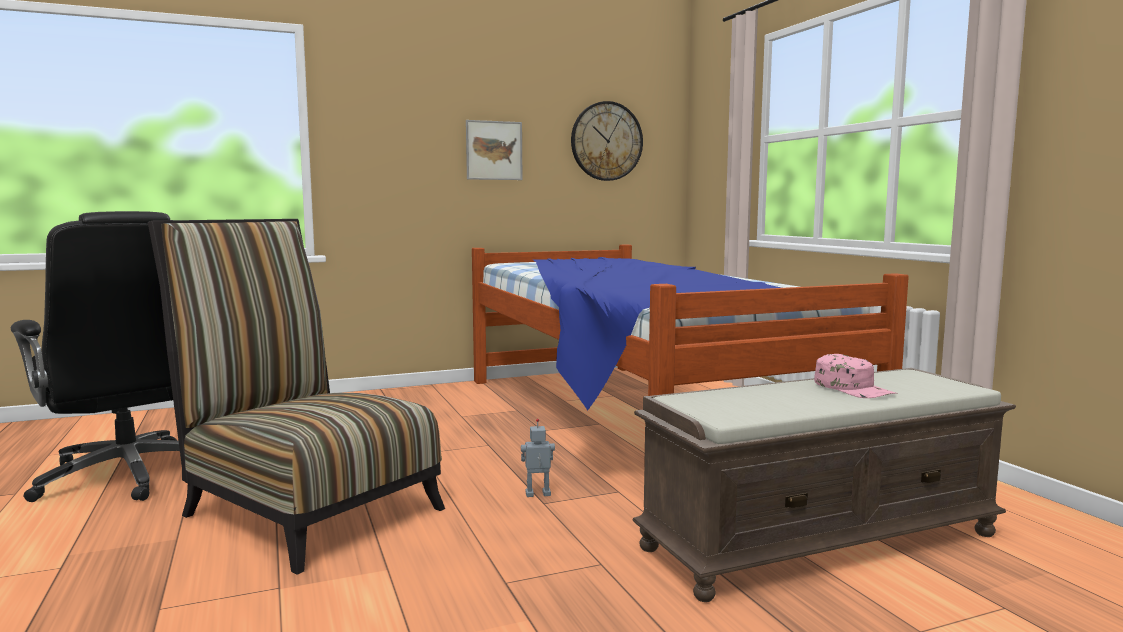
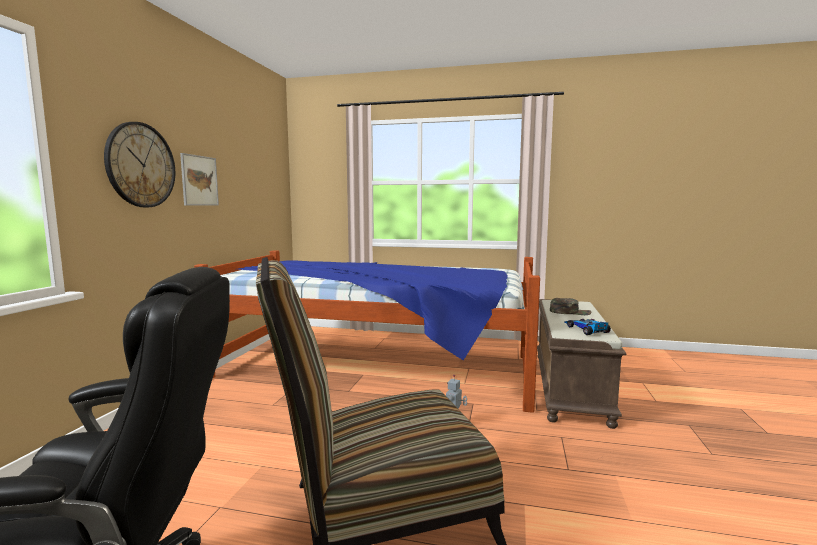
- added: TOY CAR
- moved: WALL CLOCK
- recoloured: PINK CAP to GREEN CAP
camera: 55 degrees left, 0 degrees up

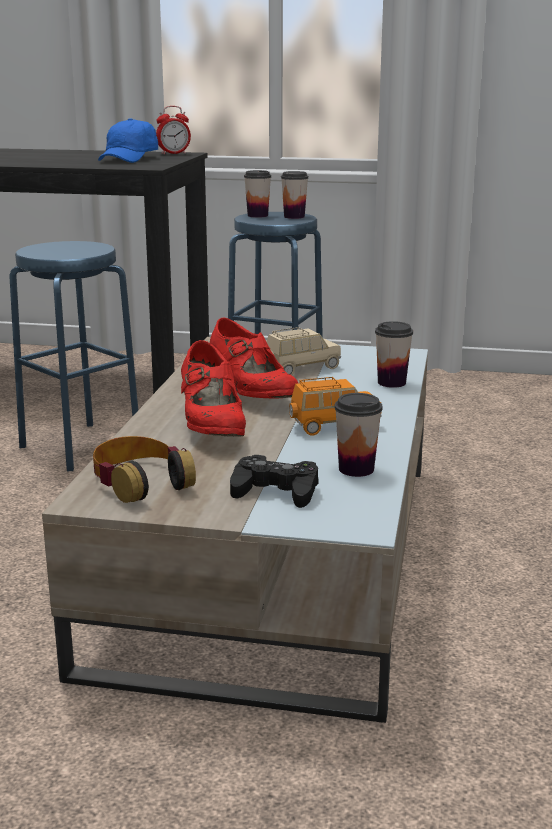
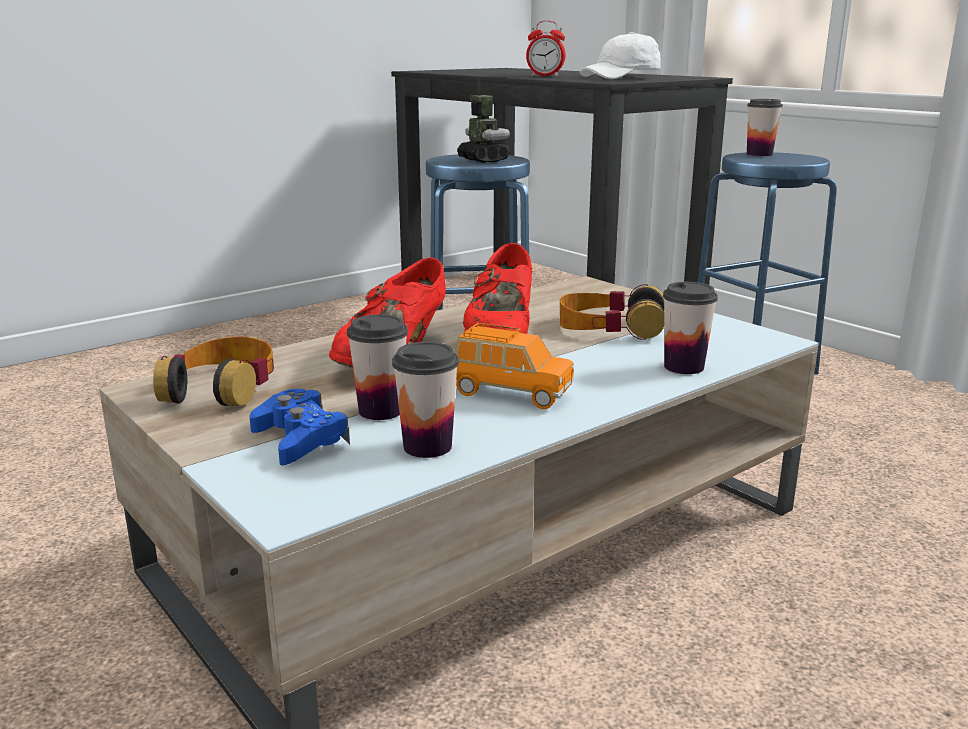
- added: TOY ROBOT
- moved: ALARM CLOCK
- moved: CUP (2nd from left in the first image) to CUP (1st from left)
- replaced: BEIGE TOY CAR to HEADPHONES (2nd from left)
- recoloured: BLUE CAP to WHITE CAP
- recoloured: BLACK GAME CONTROLLER to BLUE GAME CONTROLLER
camera: 40 degrees right, 0 degrees up

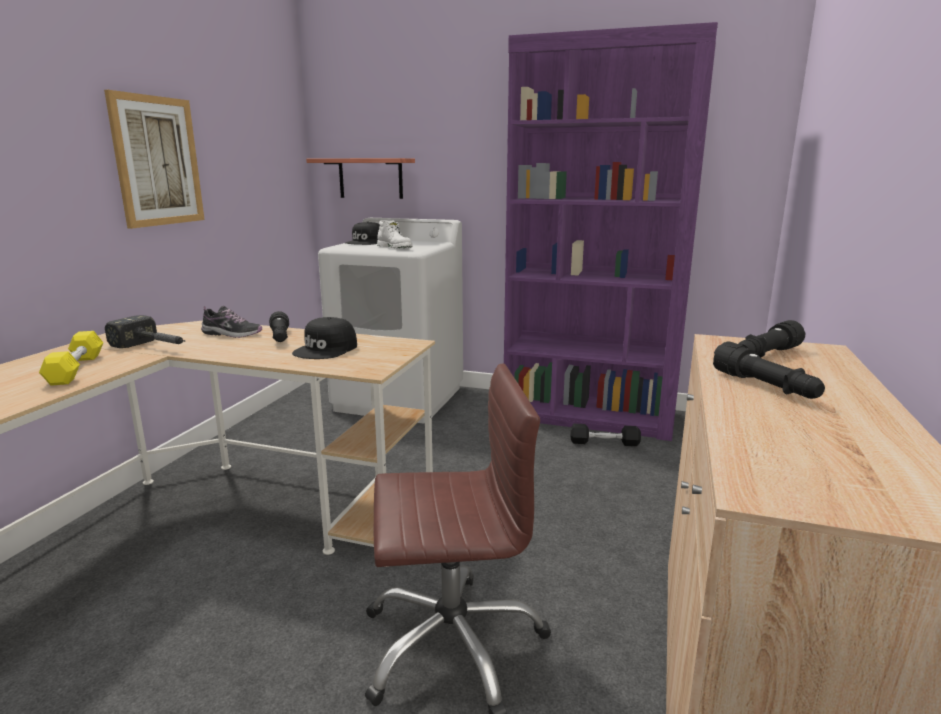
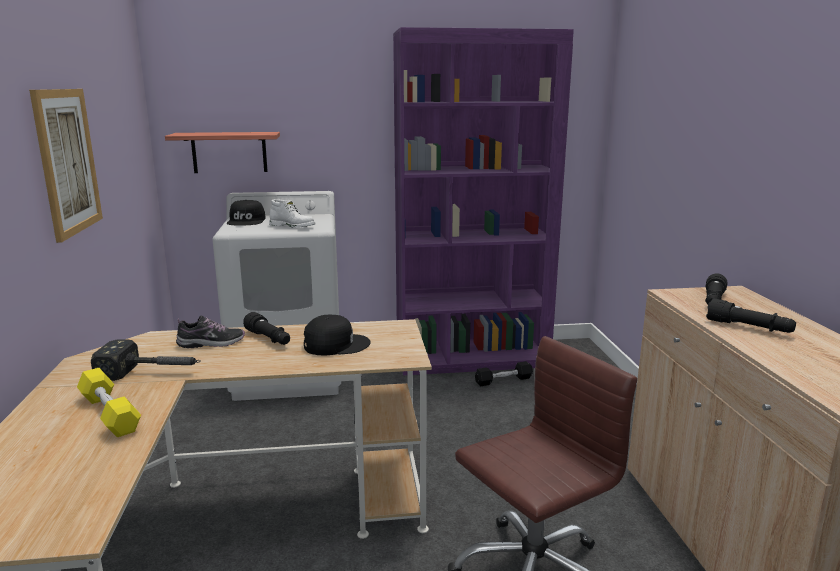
- turned: BLACK CAP (1st from left in the first image) 105 degrees counterclockwise
camera: 25 degrees left, 0 degrees up

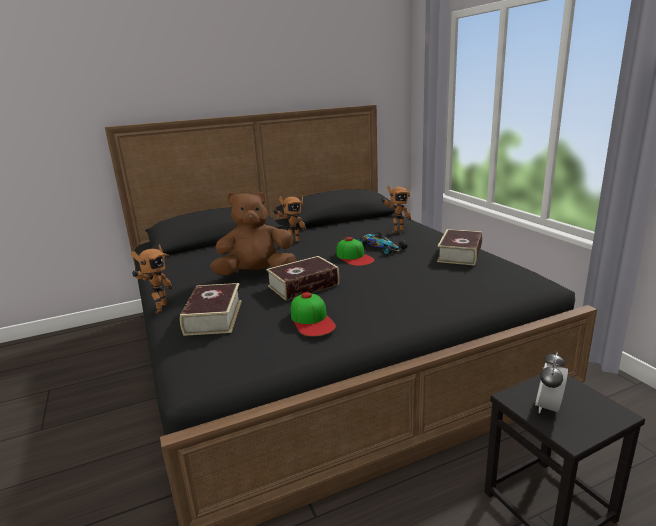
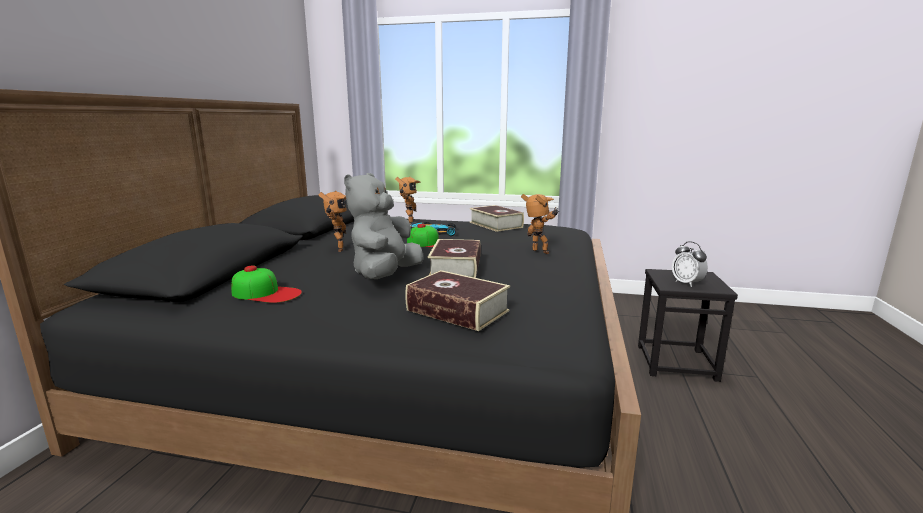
- moved: TOY ROBOT (1st from left in the first image) to TOY ROBOT (3rd from left)
- moved: CAP (1st from left)
- recoloured: BROWN PLUSH TOY to GREY PLUSH TOY
camera: 55 degrees left, 5 degrees down

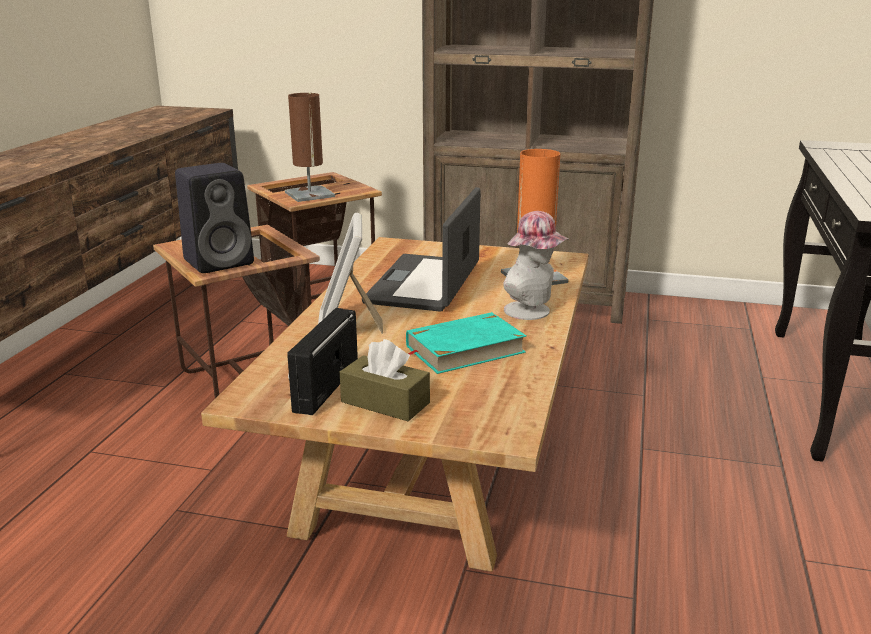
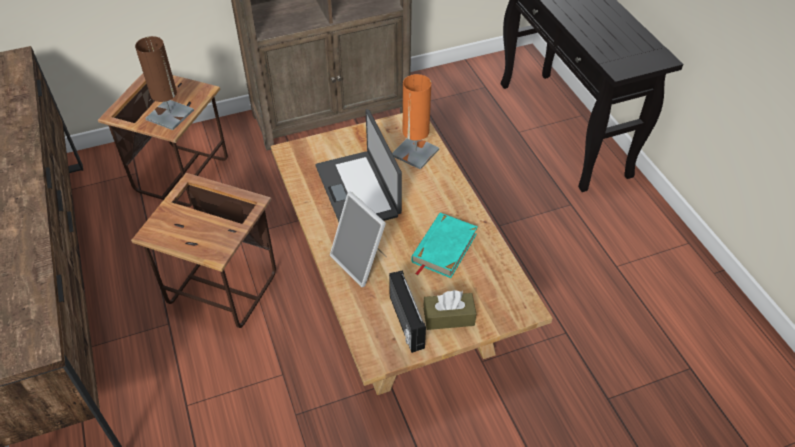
- removed: BLACK SPEAKER
- removed: HAT
camera: 35 degrees left, 25 degrees up

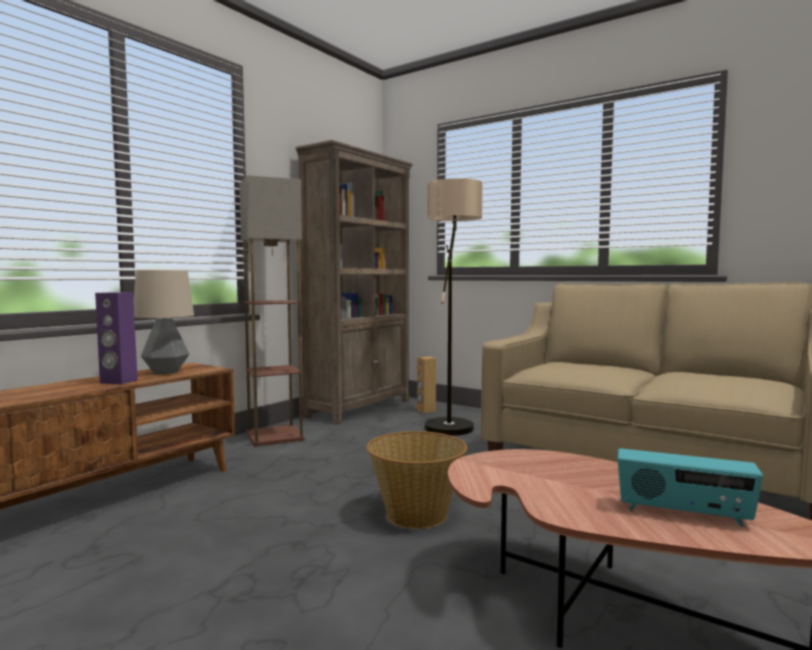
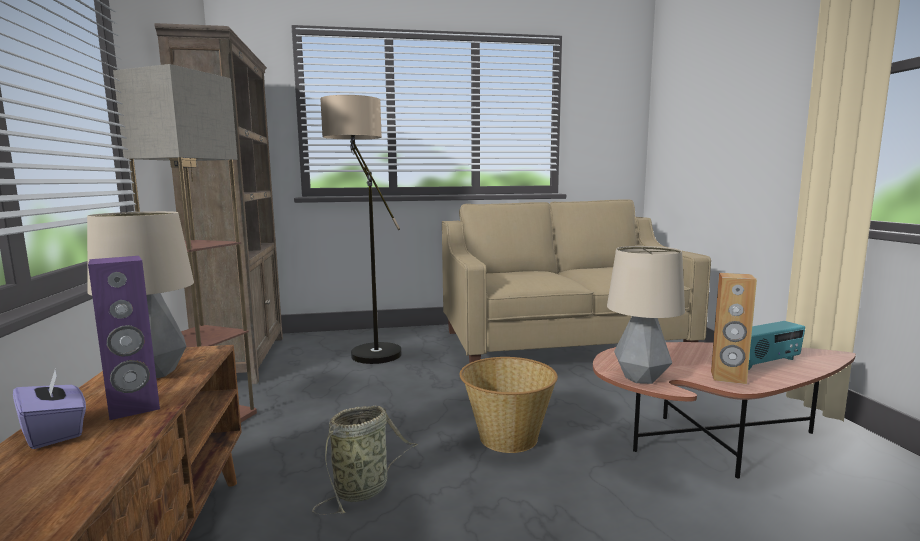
- added: PURPLE TISSUE BOX
- added: BASKET (1st from left)
- added: TABLE LAMP (2nd from left)
- moved: BROWN SPEAKER
camera: 45 degrees left, 5 degrees up

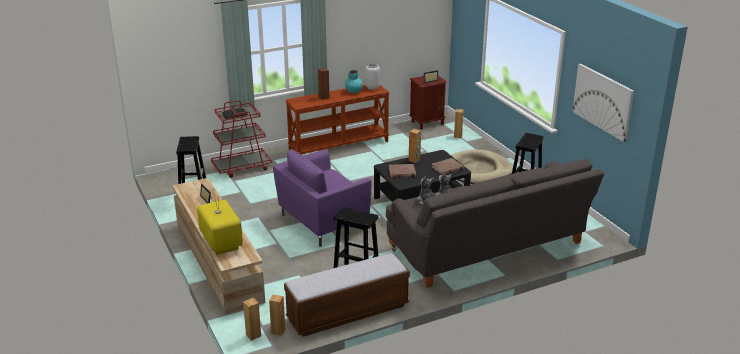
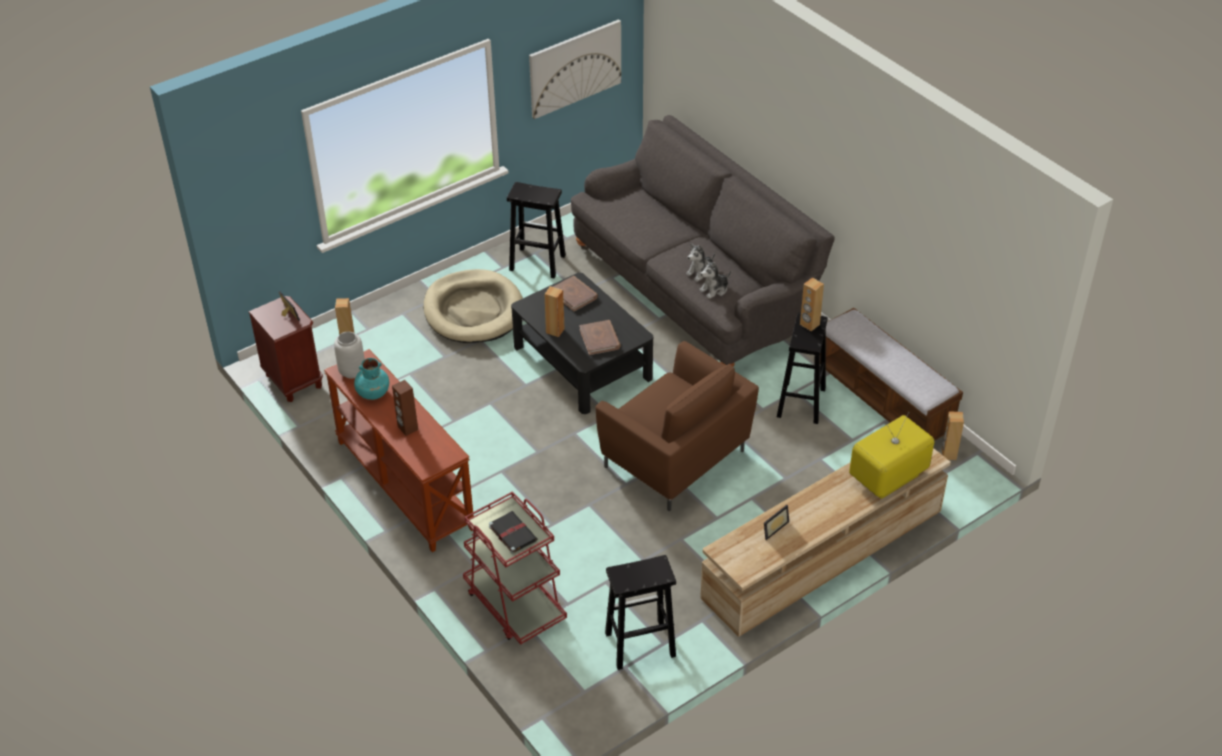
- moved: BROWN SPEAKER (1st from left in the first image) to BROWN SPEAKER (4th from left)
- recoloured: PURPLE ARMCHAIR to BROWN ARMCHAIR
camera: 100 degrees left, 15 degrees up

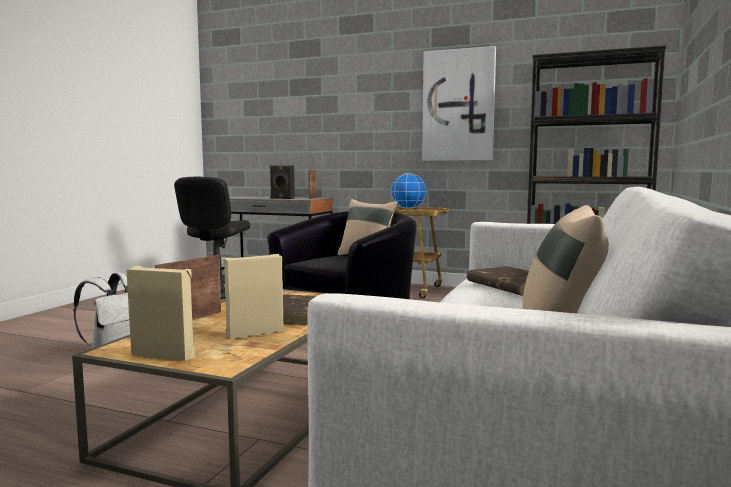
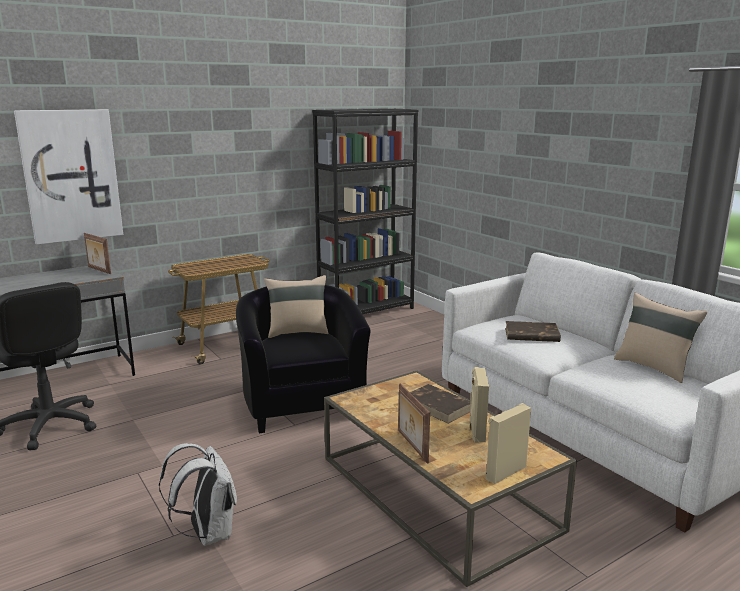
- removed: BLACK SPEAKER
- removed: GLOBE
- moved: PICTURE
camera: 55 degrees left, 10 degrees up

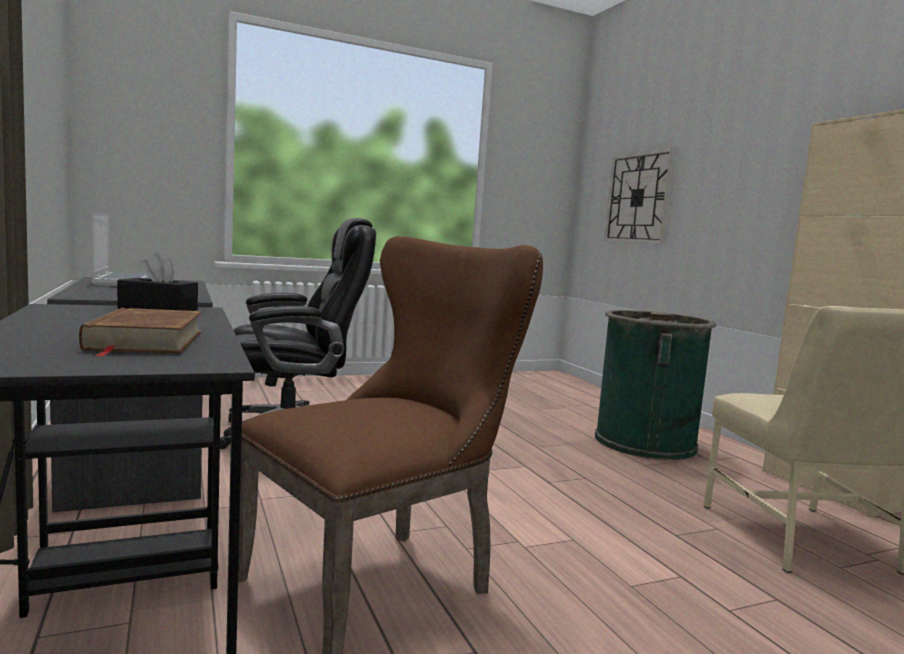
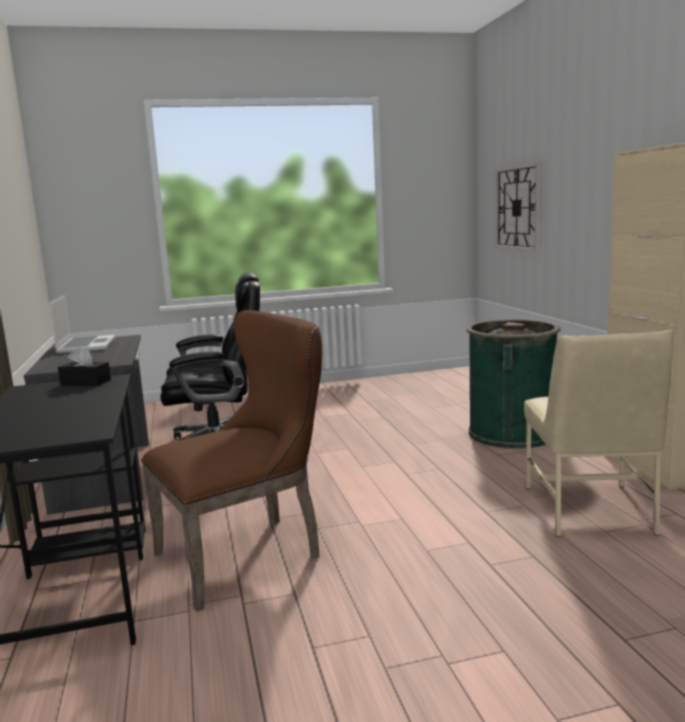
- removed: BROWN BOOK
camera: 10 degrees right, 5 degrees up

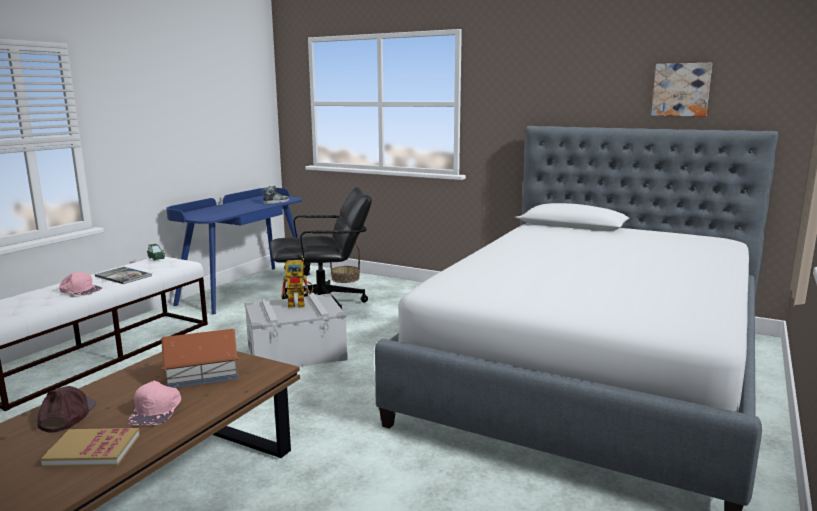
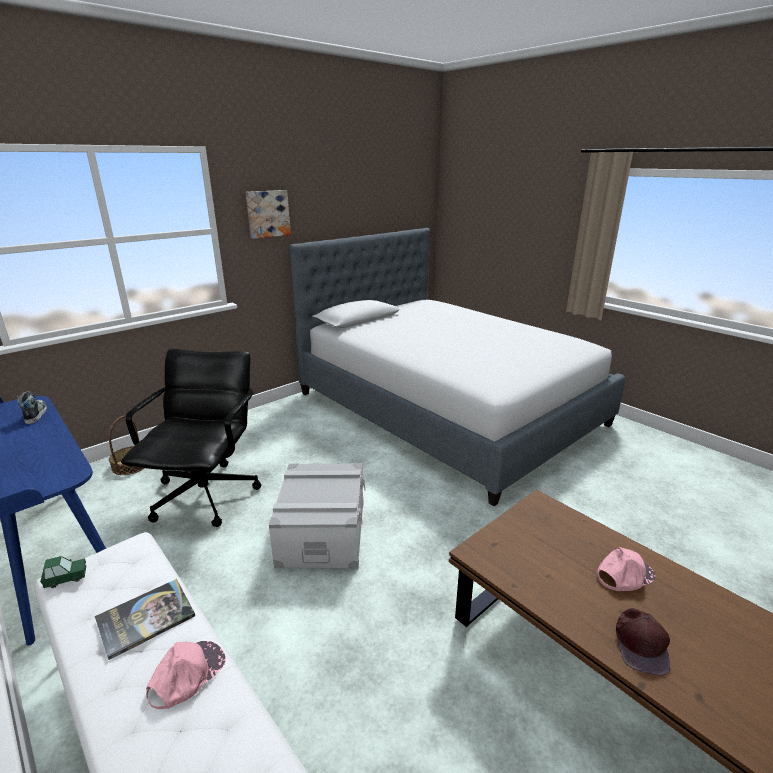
- removed: BOOK (1st from left)
- removed: TOY HOUSE
- removed: TOY ROBOT
- moved: PICTURE
- turned: BROWN CAP 90 degrees counterclockwise
- turned: PINK CAP (2nd from left) 45 degrees counterclockwise
camera: 70 degrees left, 10 degrees up

